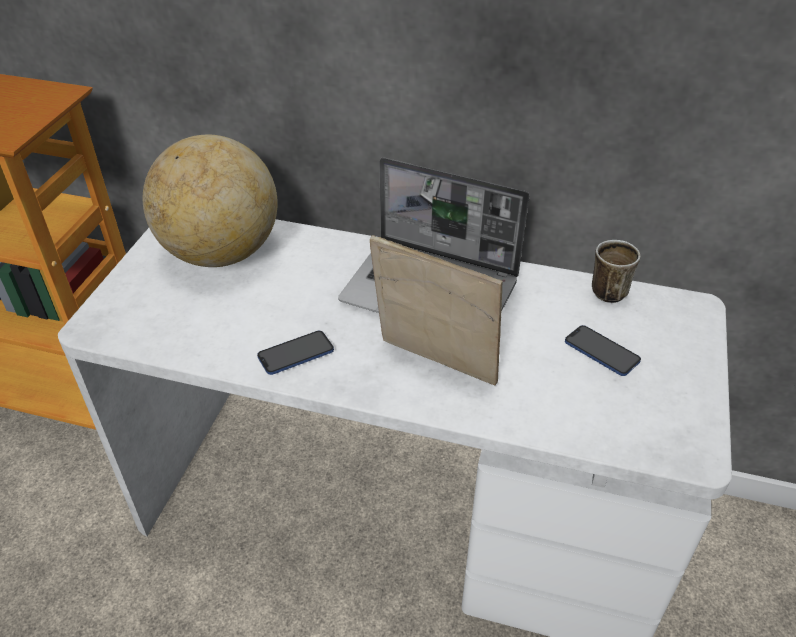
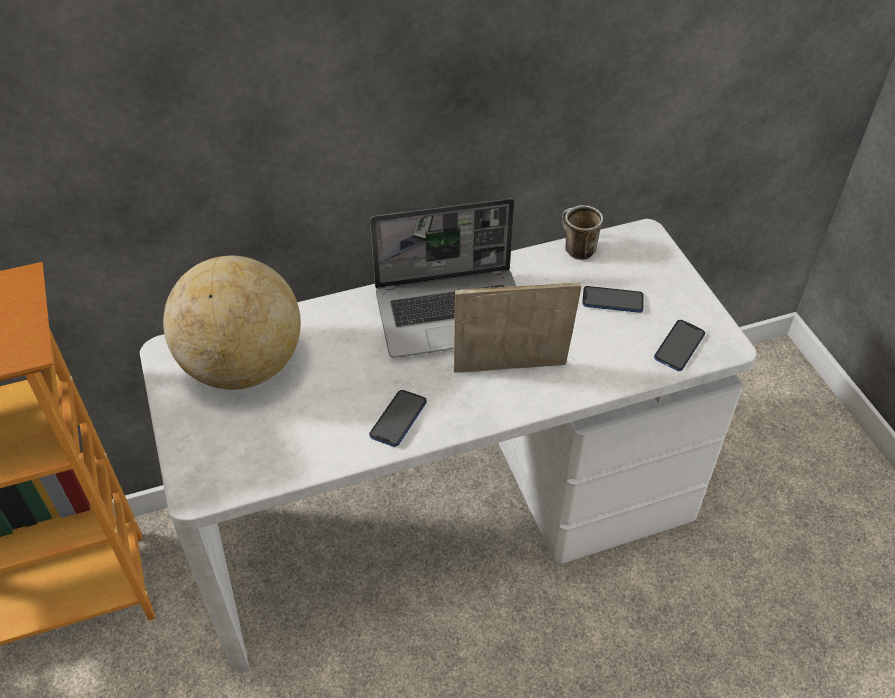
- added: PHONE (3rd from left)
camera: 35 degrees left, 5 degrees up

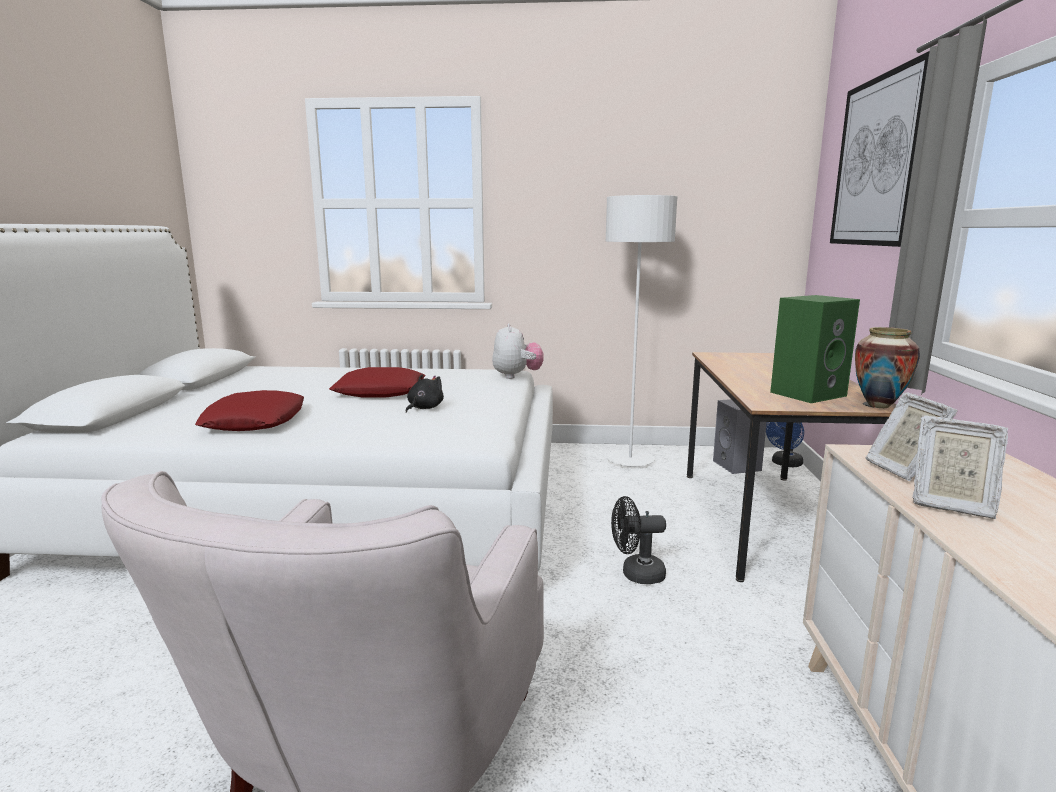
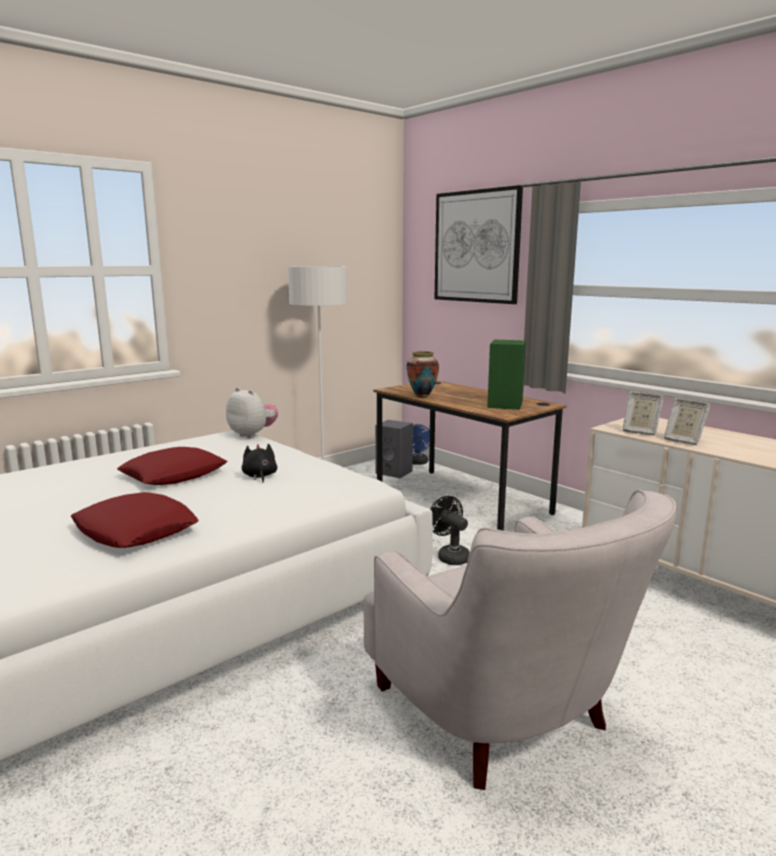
- moved: VASE
- turned: BLACK FAN 105 degrees clockwise
- turned: PICTURE FRAME (2nd from left) 60 degrees clockwise
camera: 45 degrees left, 0 degrees up

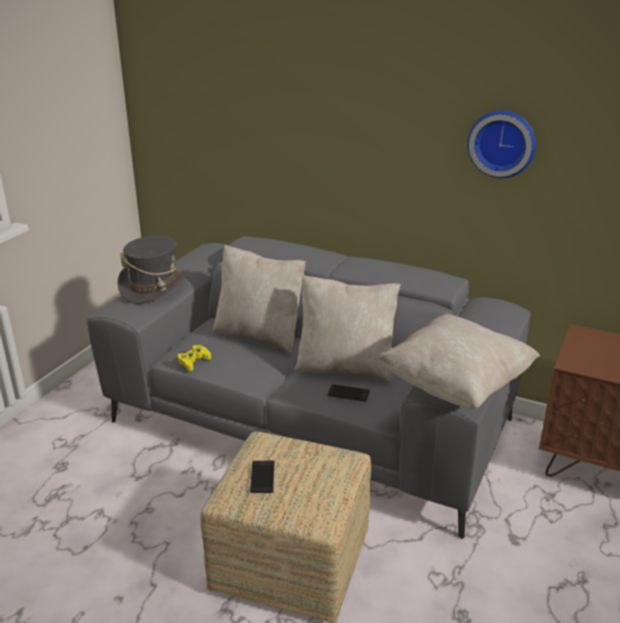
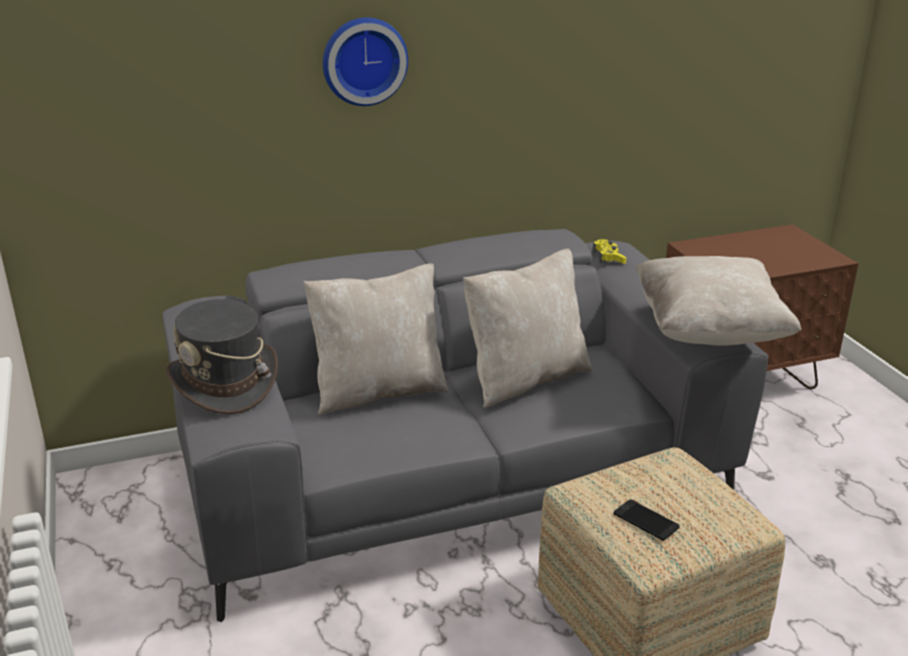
- removed: PHONE (2nd from left)
- moved: YELLOW GAME CONTROLLER
- moved: WALL CLOCK
camera: 45 degrees left, 0 degrees up

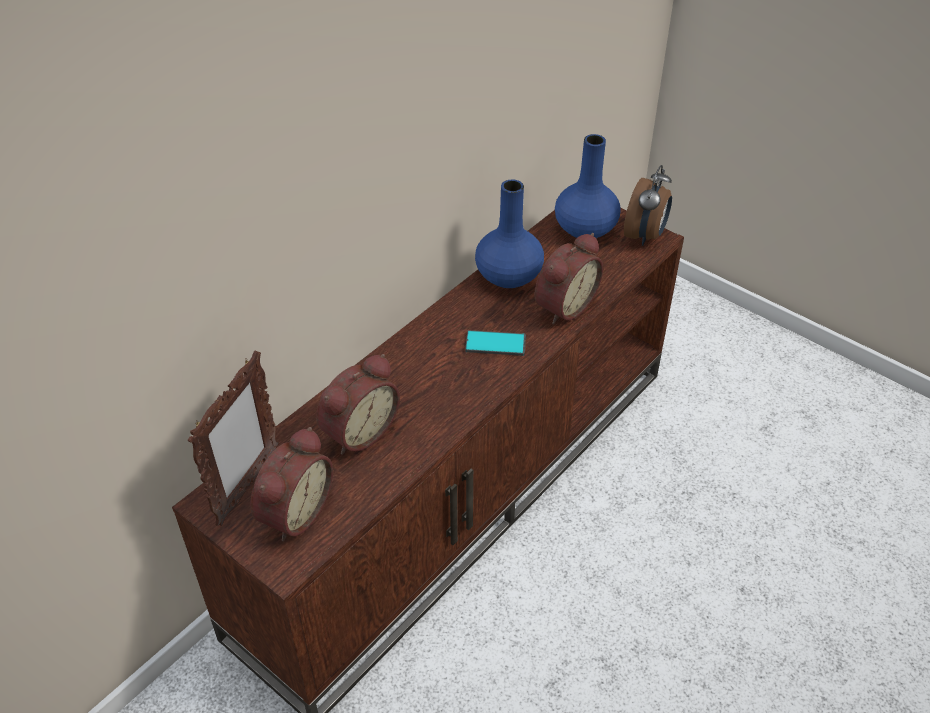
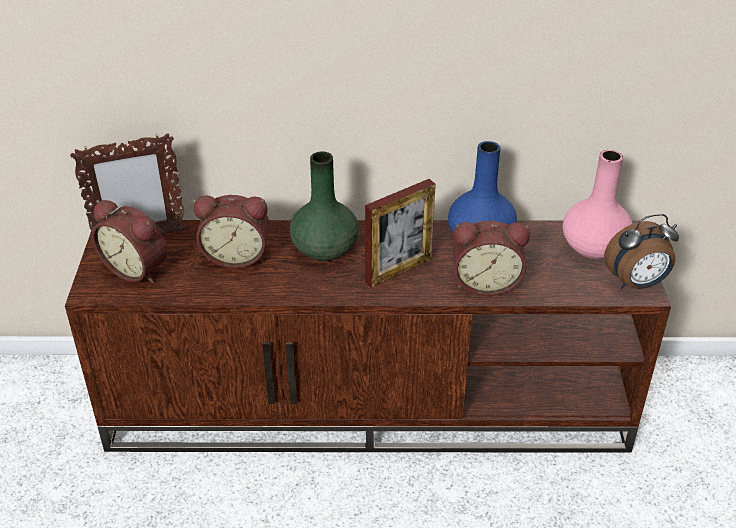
- added: GREEN VASE
- replaced: PHONE to PICTURE FRAME (2nd from left)
- recoloured: BLUE VASE (2nd from left) to PINK VASE
- turned: ALARM CLOCK (1st from left) 45 degrees clockwise
camera: 50 degrees right, 5 degrees down

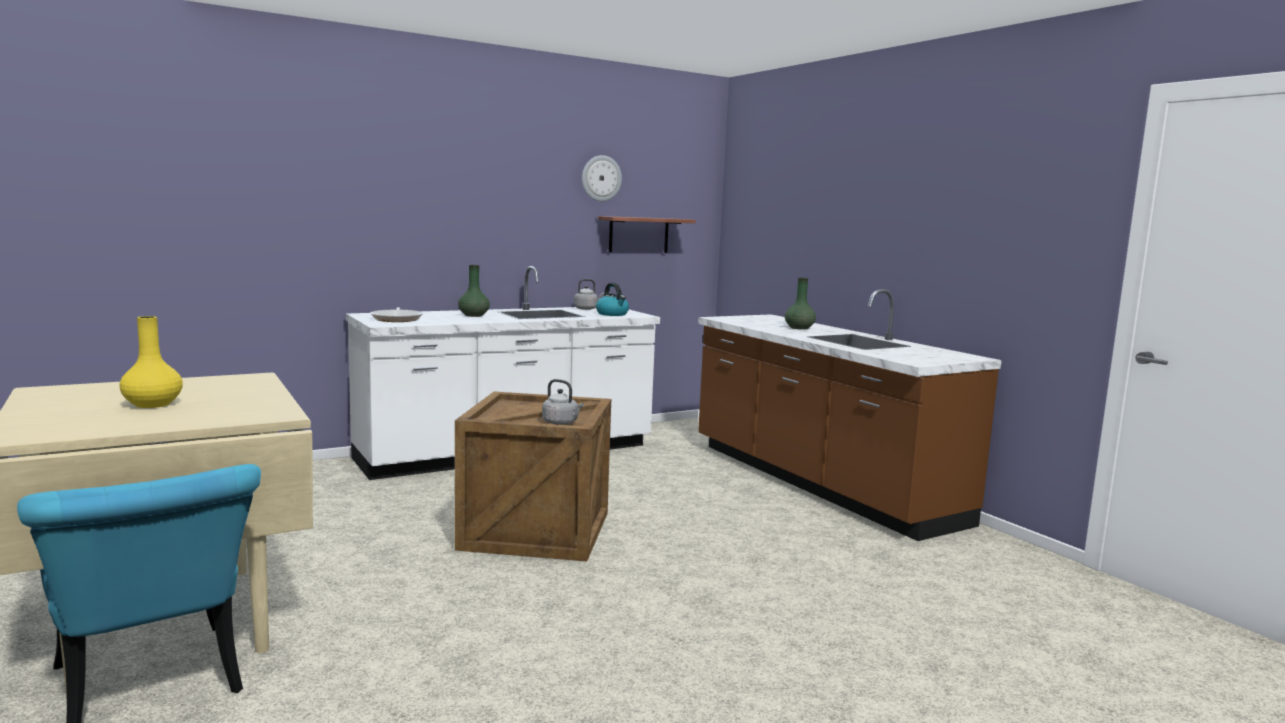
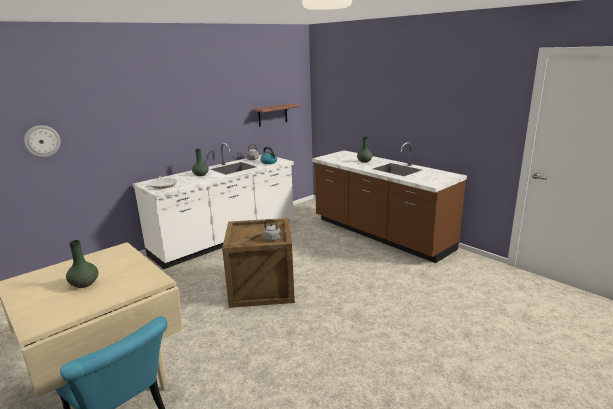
- moved: WALL CLOCK
- recoloured: YELLOW VASE to GREEN VASE (1st from left)
camera: 10 degrees left, 10 degrees up

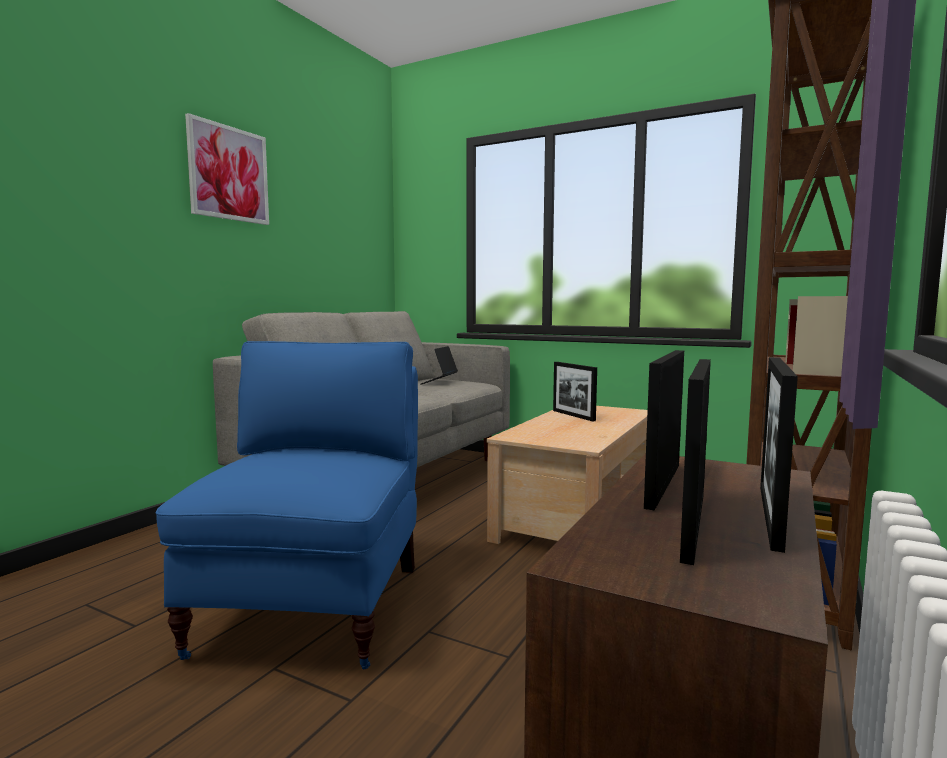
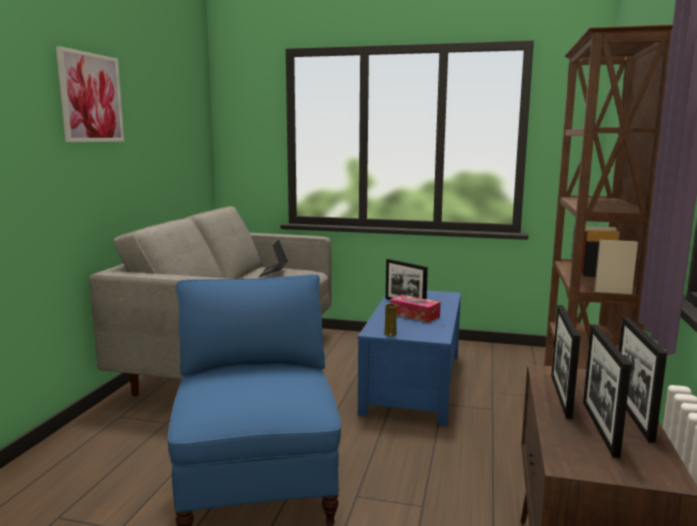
- added: YELLOW VASE
- added: TISSUE BOX
- recoloured: BEIGE COFFEE TABLE to BLUE COFFEE TABLE
camera: 15 degrees left, 5 degrees up

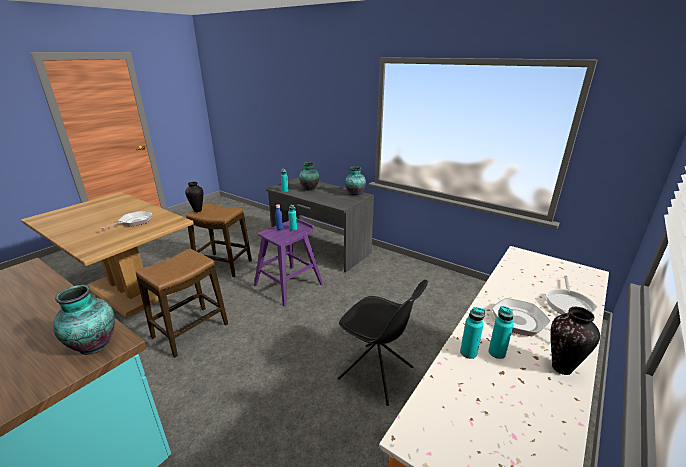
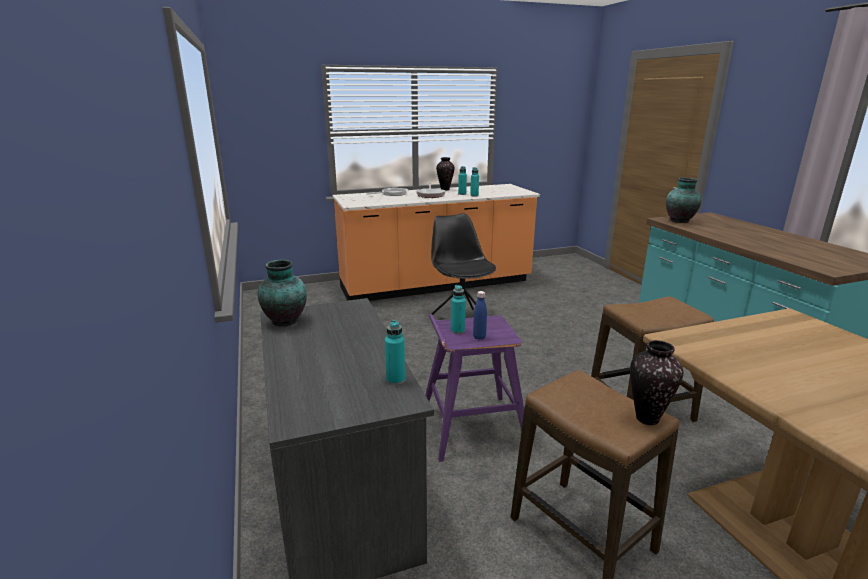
- removed: FRYING PAN (1st from left)
- removed: VASE (3rd from left)
camera: 145 degrees left, 5 degrees down

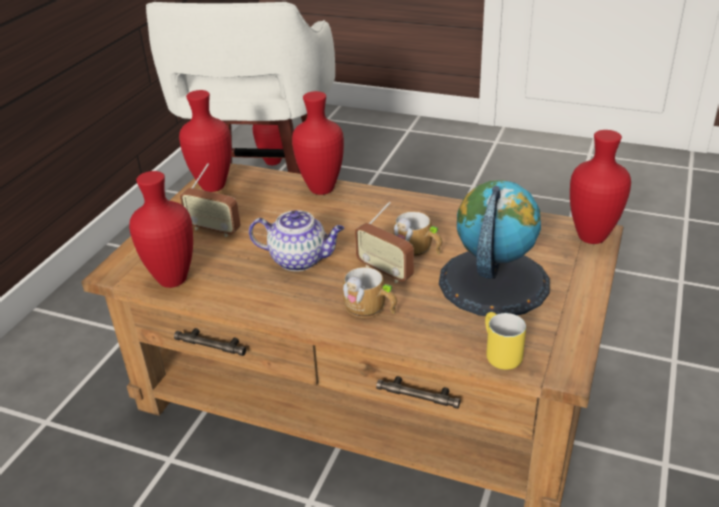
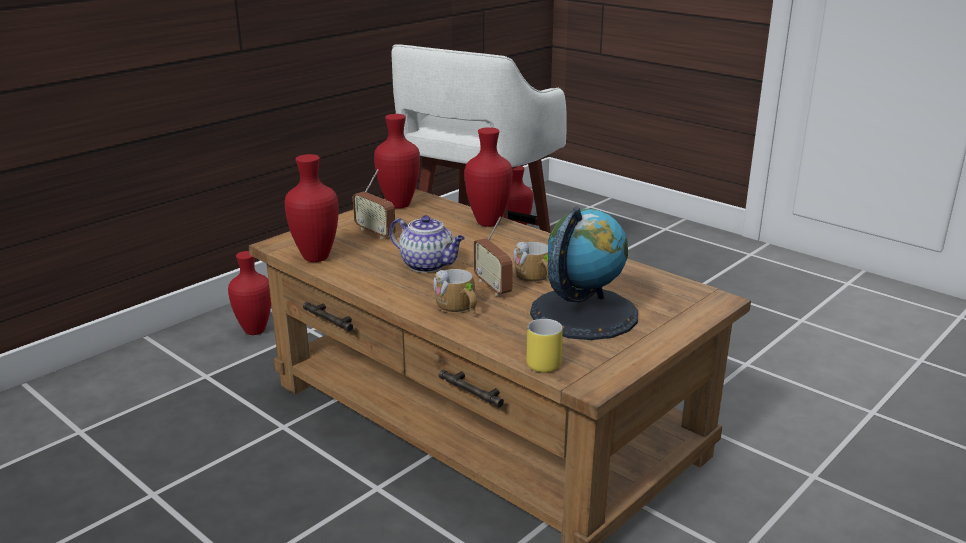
- moved: RED VASE (5th from left in the first image) to RED VASE (1st from left)
camera: 20 degrees right, 10 degrees down

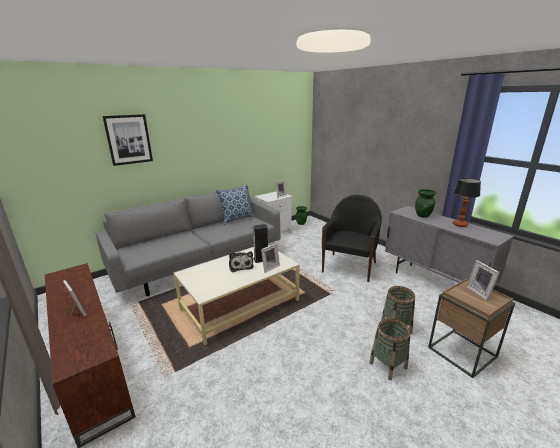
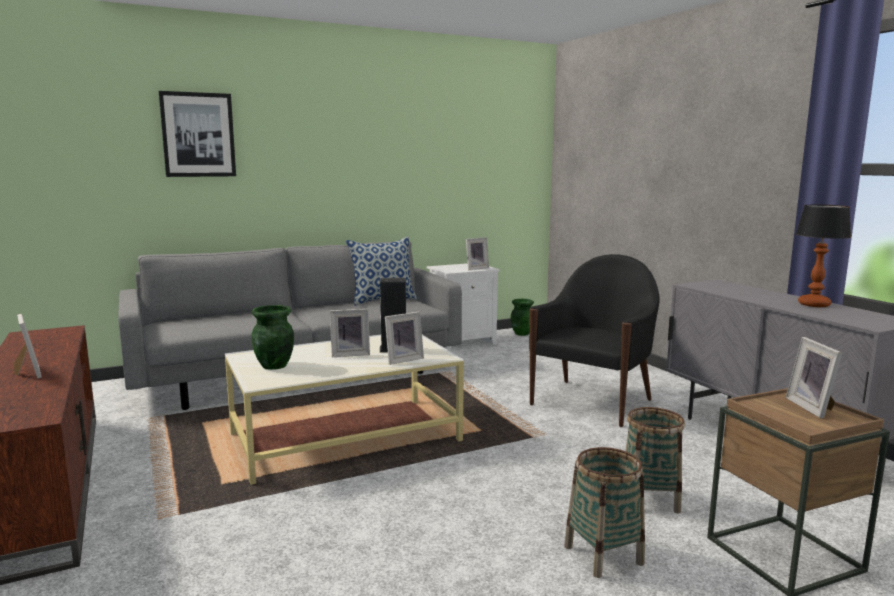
- moved: GREEN VASE (2nd from left in the first image) to GREEN VASE (1st from left)
- replaced: PLUSH TOY to PICTURE FRAME (2nd from left)
camera: 10 degrees right, 10 degrees down

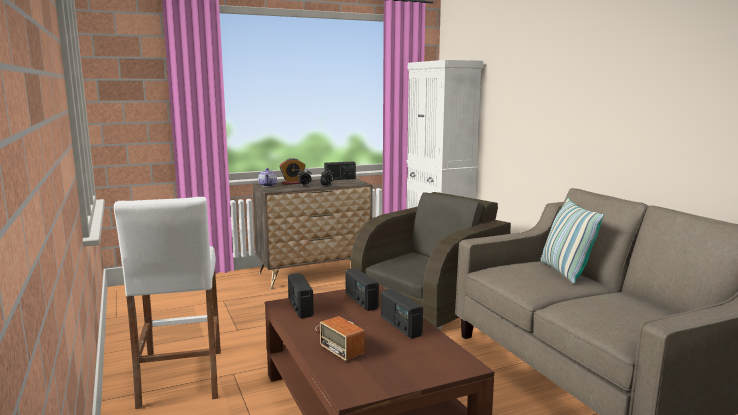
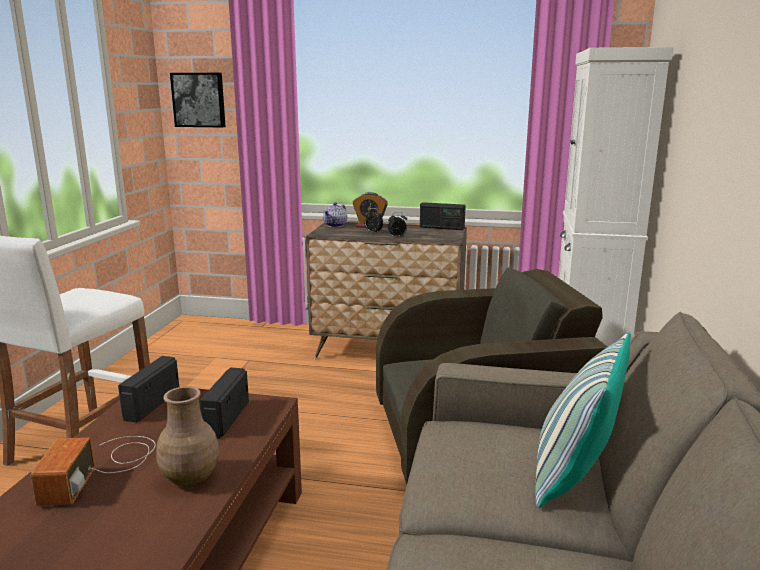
- added: PICTURE
- replaced: RADIO (5th from left) to BROWN VASE
camera: 35 degrees right, 5 degrees up

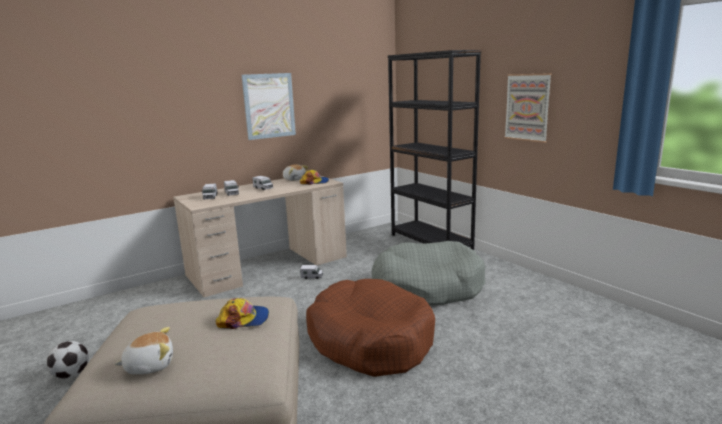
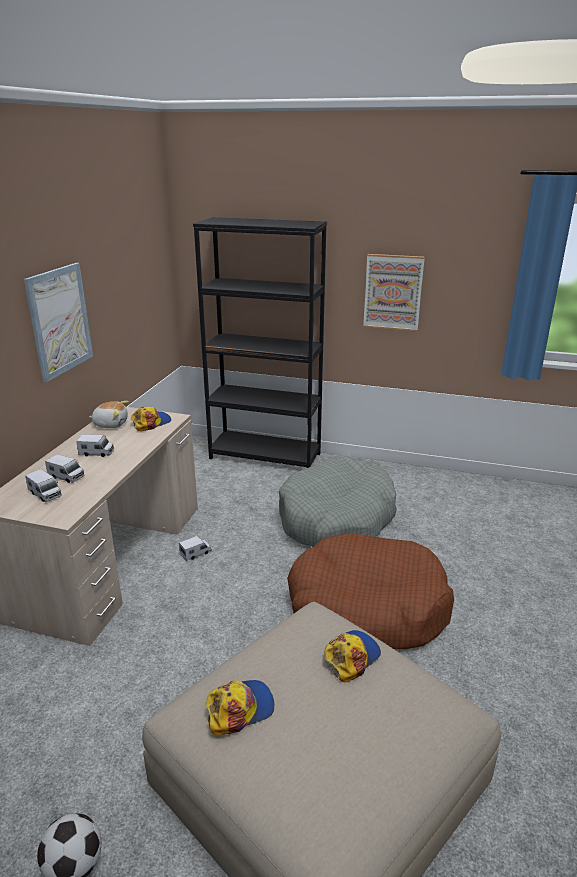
- removed: PLUSH TOY (1st from left)
- added: CAP (2nd from left)
camera: 40 degrees left, 10 degrees up

